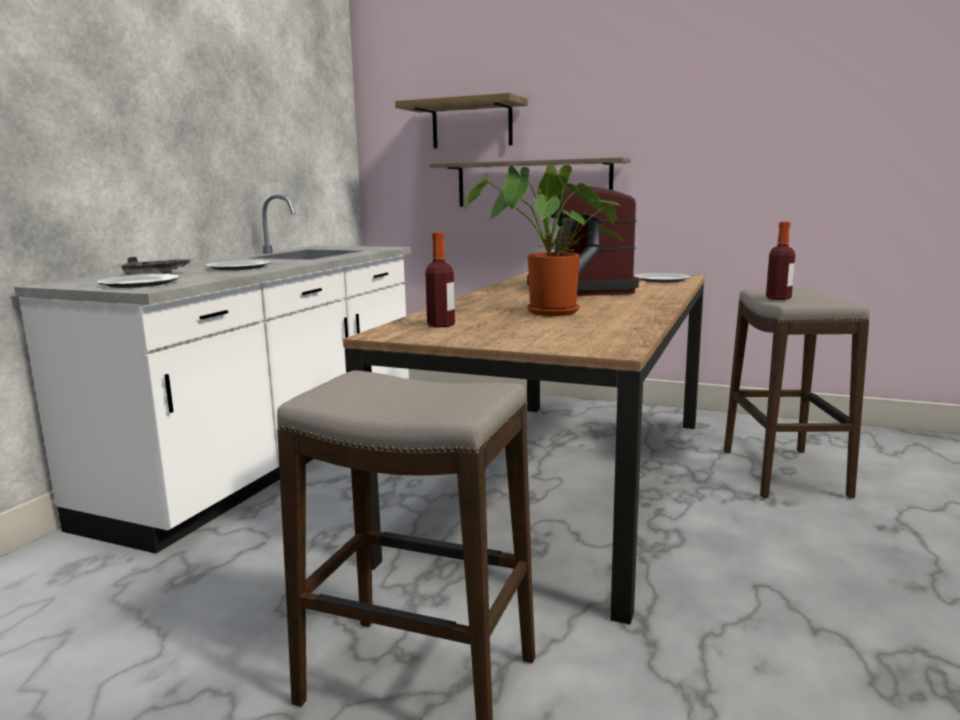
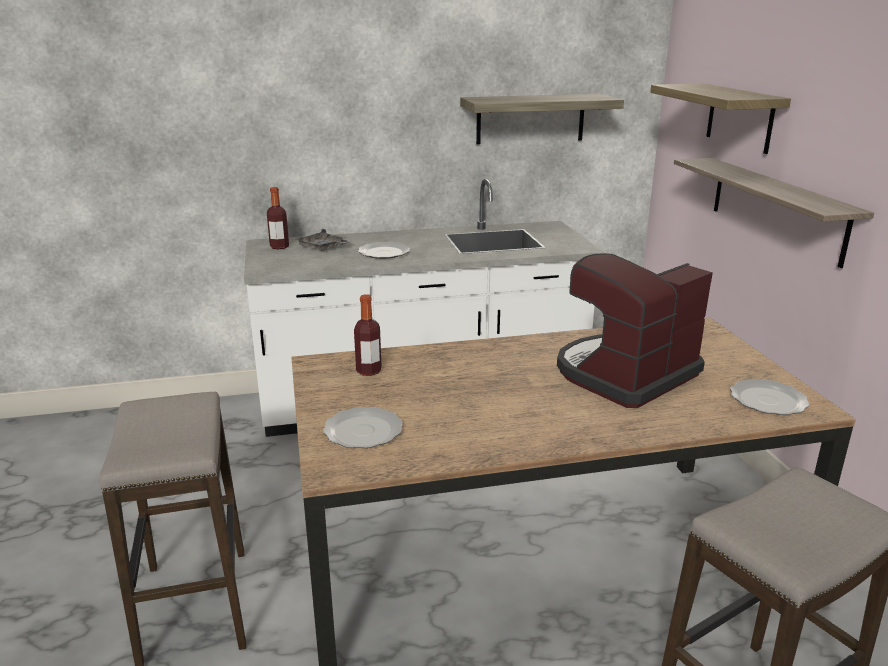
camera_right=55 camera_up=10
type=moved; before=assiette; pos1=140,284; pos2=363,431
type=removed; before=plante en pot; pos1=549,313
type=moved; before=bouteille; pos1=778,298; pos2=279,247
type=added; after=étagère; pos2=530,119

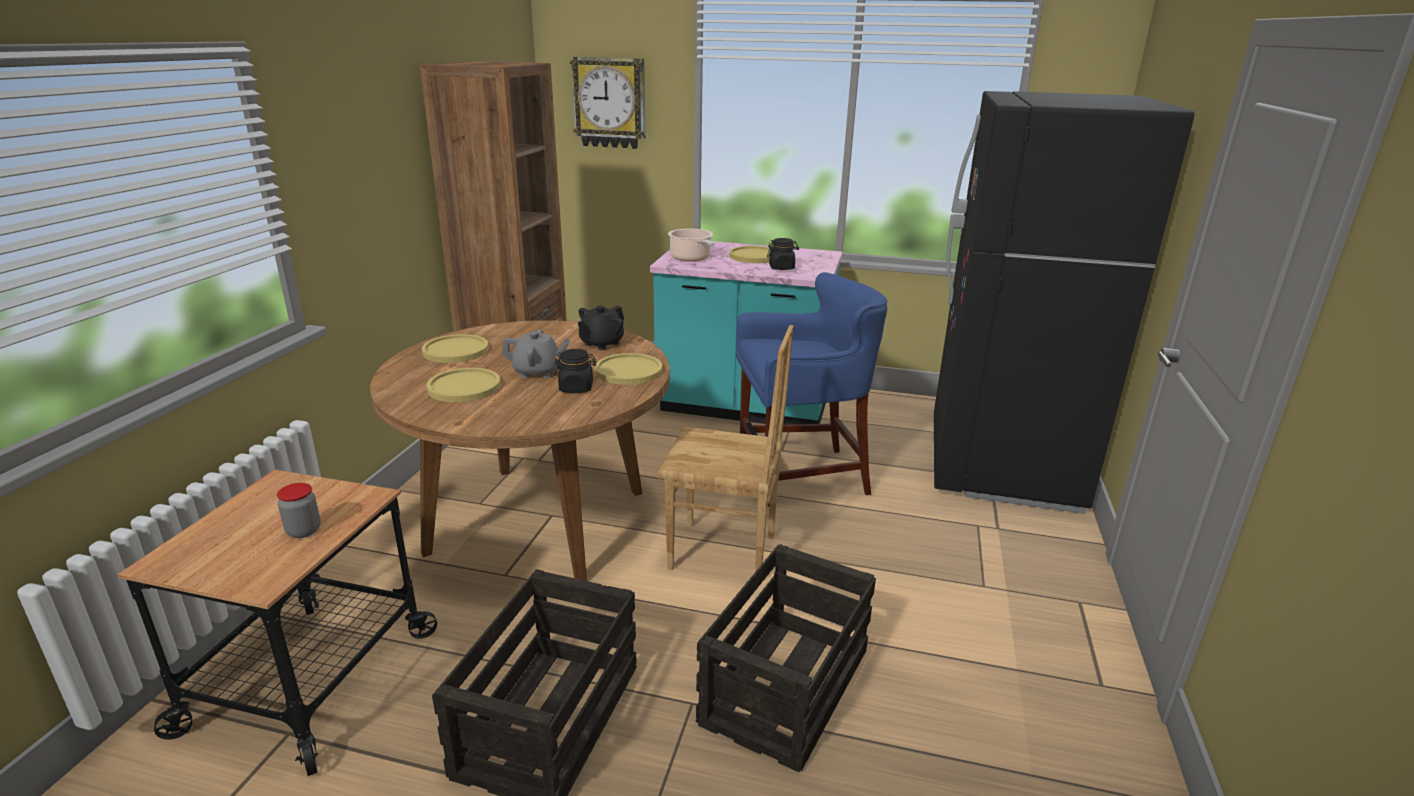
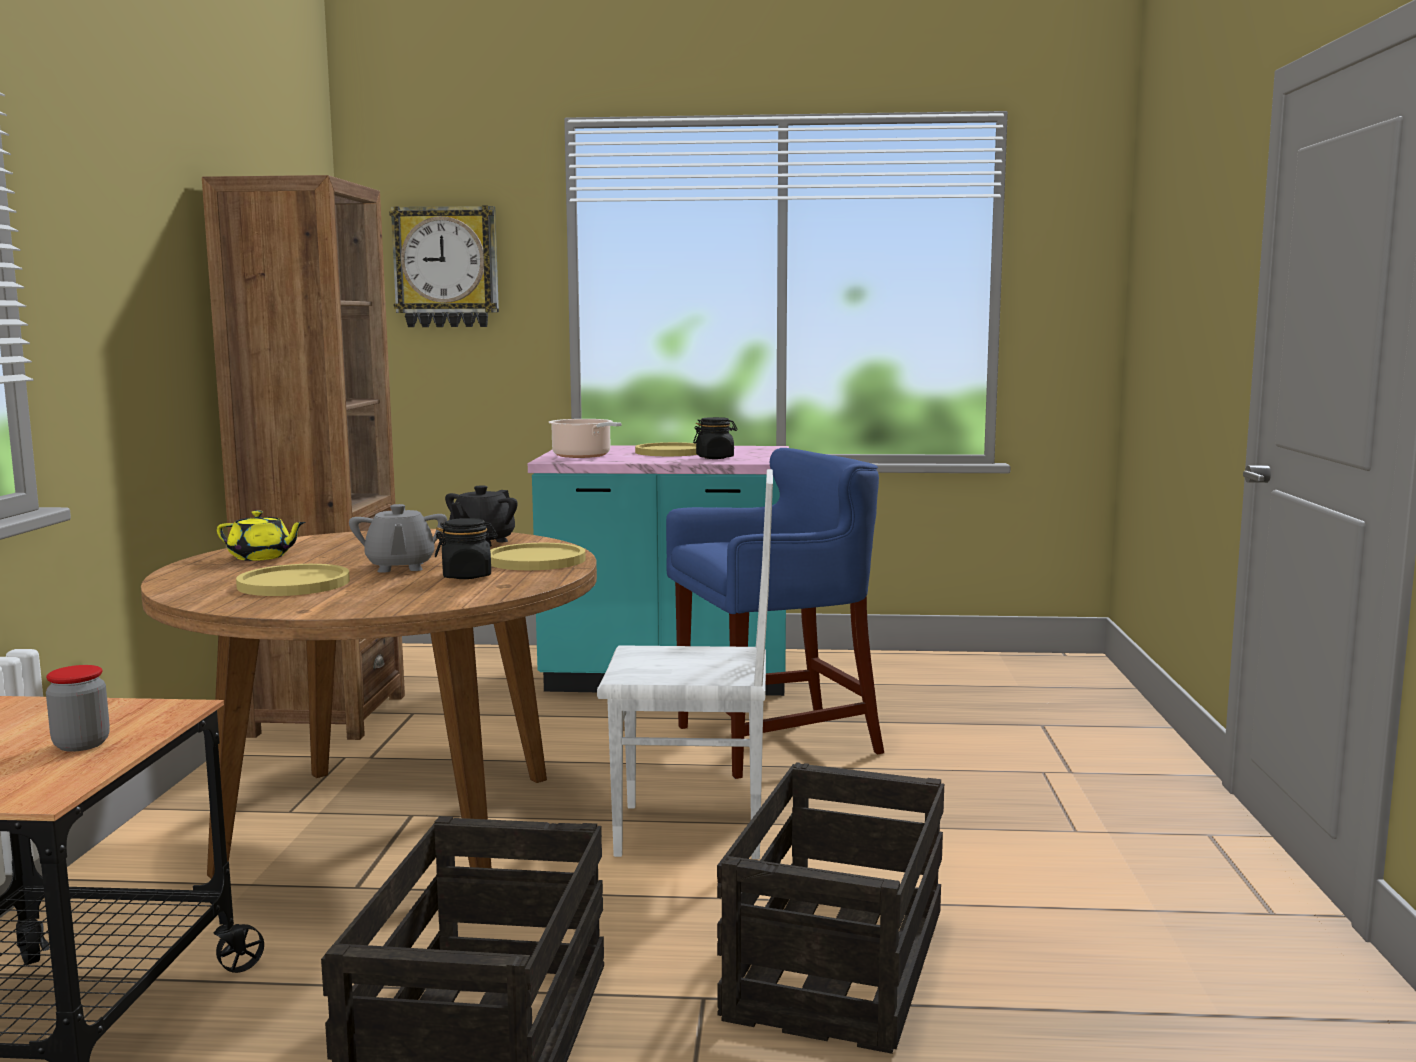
camera_right=-10 camera_up=-15
type=replaced; before=assiette [jaune]; after=théière [jaune]; pos1=455,350; pos2=261,557
type=turned; before=théière [gris]; pos1=537,372; pos2=400,567; turn=90
type=recoloured; before=chaise [marron]; after=chaise [blanc]; pos1=722,554; pos2=692,832
type=removed; before=réfrigérateur [noir]; pos1=1002,465

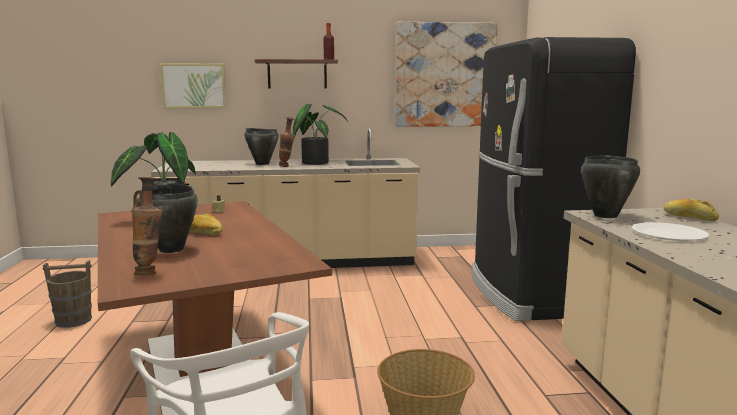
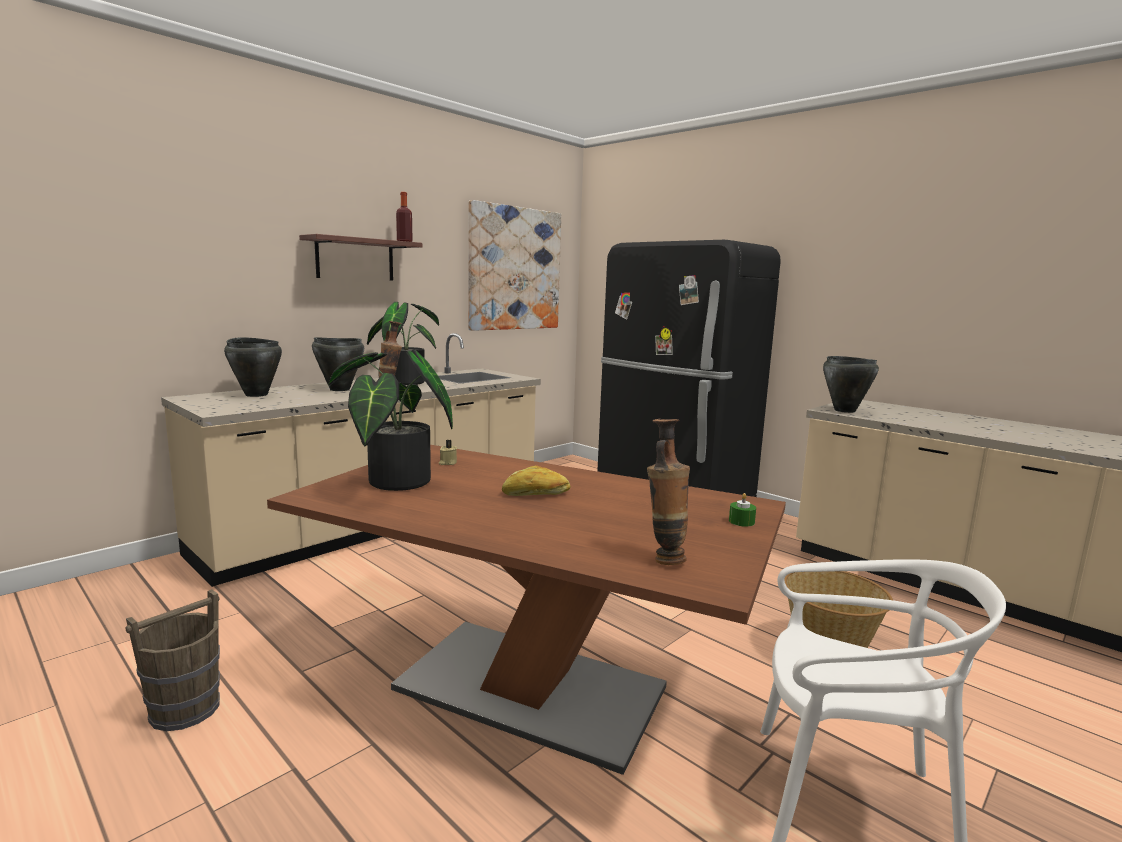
camera_right=-40 camera_up=0
type=moved; before=marmite [noir]; pos1=172,249; pos2=256,395
type=removed; before=tableau; pos1=194,86
type=removed; before=assiette [blanc]; pos1=668,234
type=removed; before=pain; pos1=689,218
type=added; after=bougie [vert]; pos2=741,521

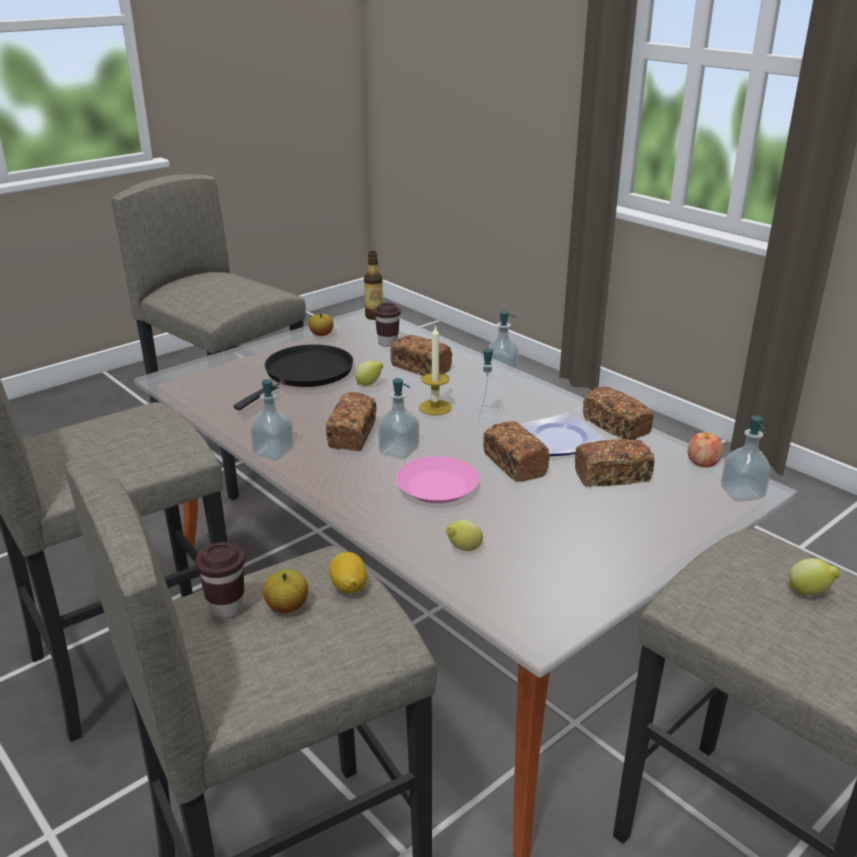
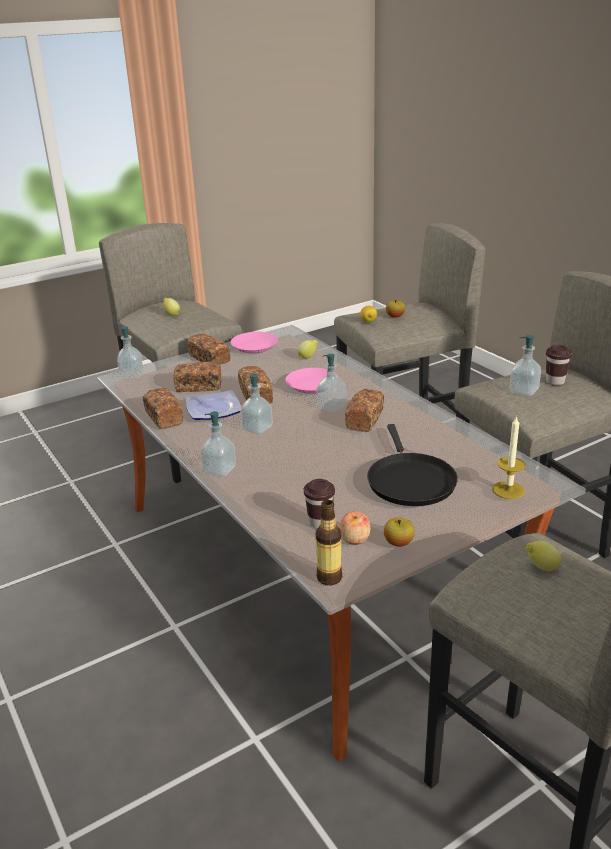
camera_right=-170 camera_up=0
type=moved; before=tasse [marron]; pos1=226,608; pos2=555,382
type=turned; before=poêle [noir]; pos1=305,374; pos2=409,481; turn=-45
type=moved; before=distributeur de savon; pos1=273,452; pos2=523,391
type=moved; before=citron; pos1=369,384; pos2=541,568
type=moved; before=pain; pos1=420,368; pos2=209,359
type=moved; before=bougie; pos1=435,407; pos2=508,490
type=moved; before=pomme; pos1=703,462; pos2=354,538
type=added; after=assiette [rose]; pos2=255,346

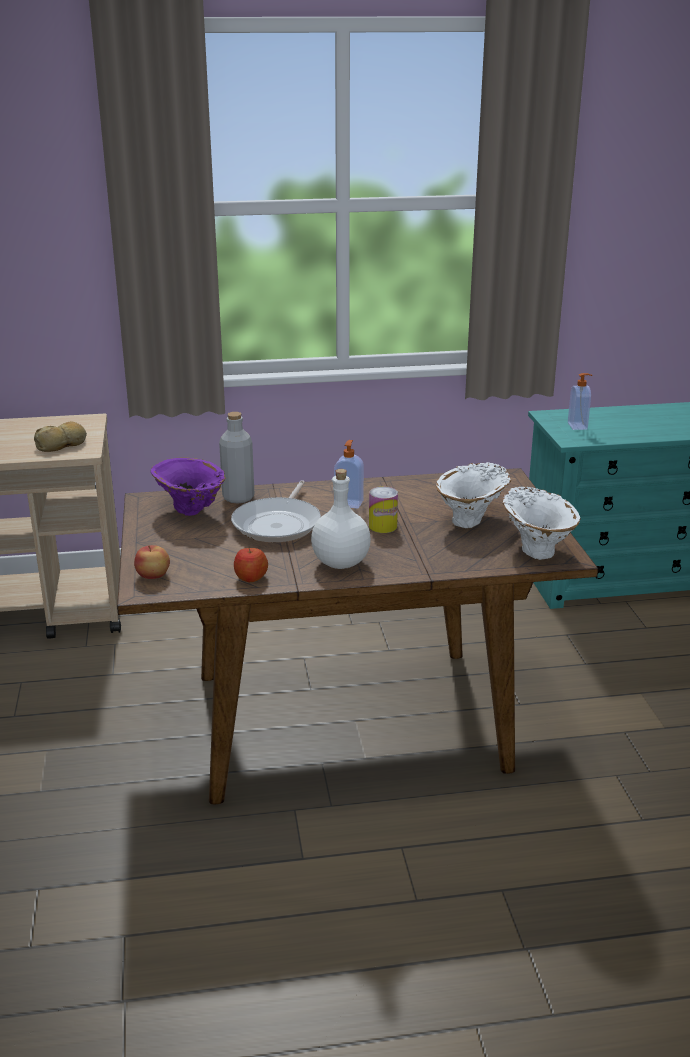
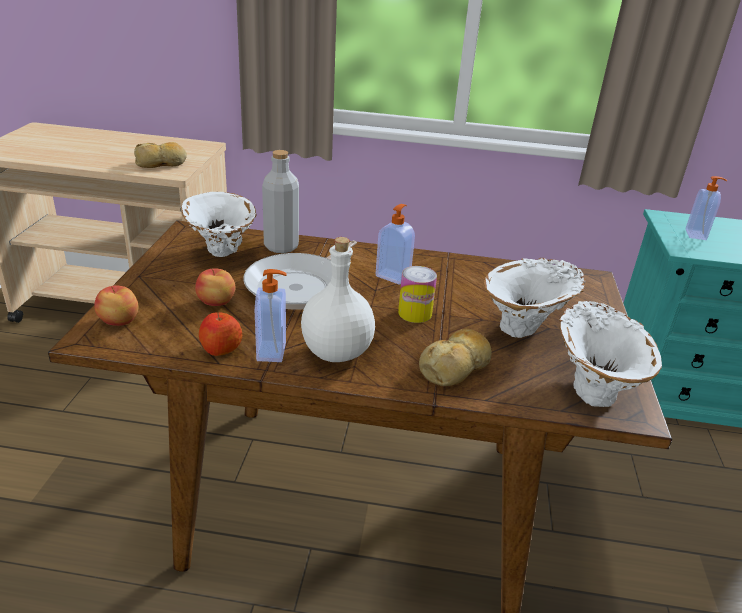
camera_right=15 camera_up=5
type=recoloured; before=vase [violet]; after=vase [blanc]; pos1=190,512; pos2=220,253
type=added; after=pomme; pos2=216,302
type=added; after=distributeur de savon; pos2=273,352
type=added; after=pain; pos2=456,367

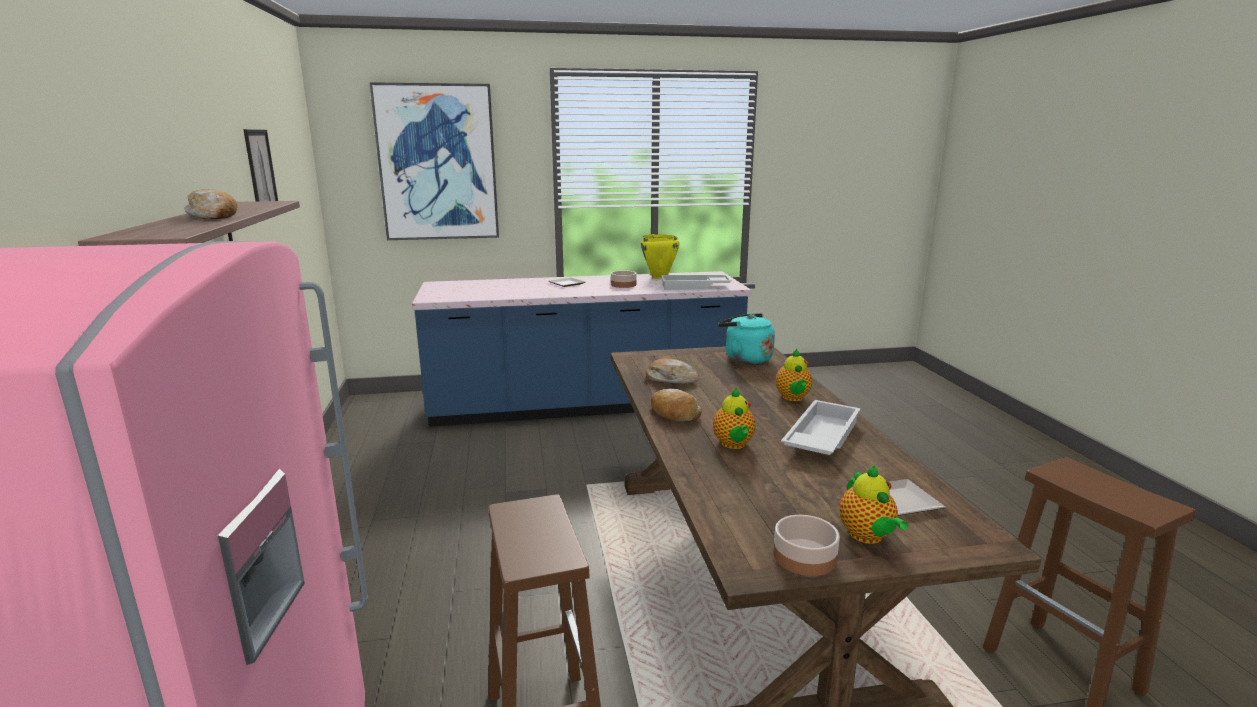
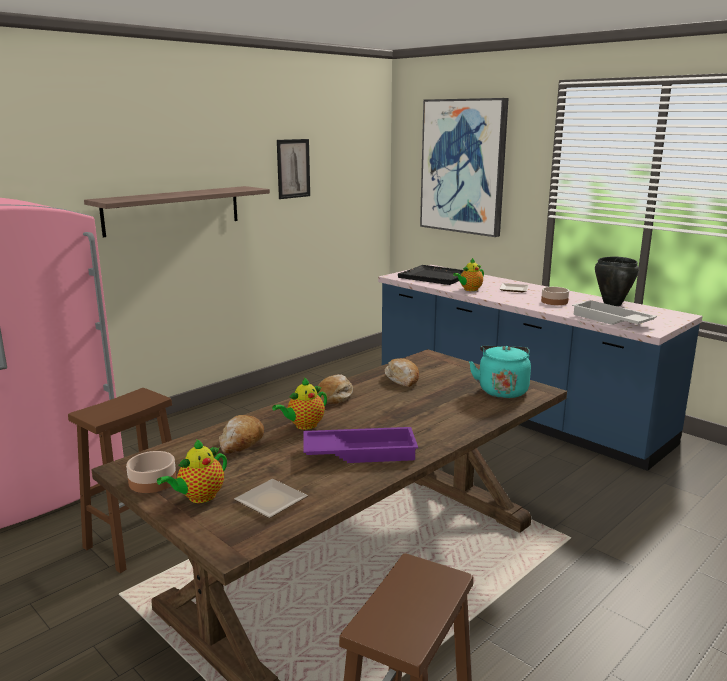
camera_right=55 camera_up=0
type=moved; before=pain; pos1=214,216; pos2=241,441
type=recoloured; before=marmite [jaune]; after=marmite [noir]; pos1=659,277; pos2=612,304
type=moved; before=théière; pos1=793,398; pos2=469,289
type=recoloured; before=plateau [blanc]; after=plateau [violet]; pos1=820,437; pos2=360,451
type=added; after=plateau [noir]; pos2=435,276

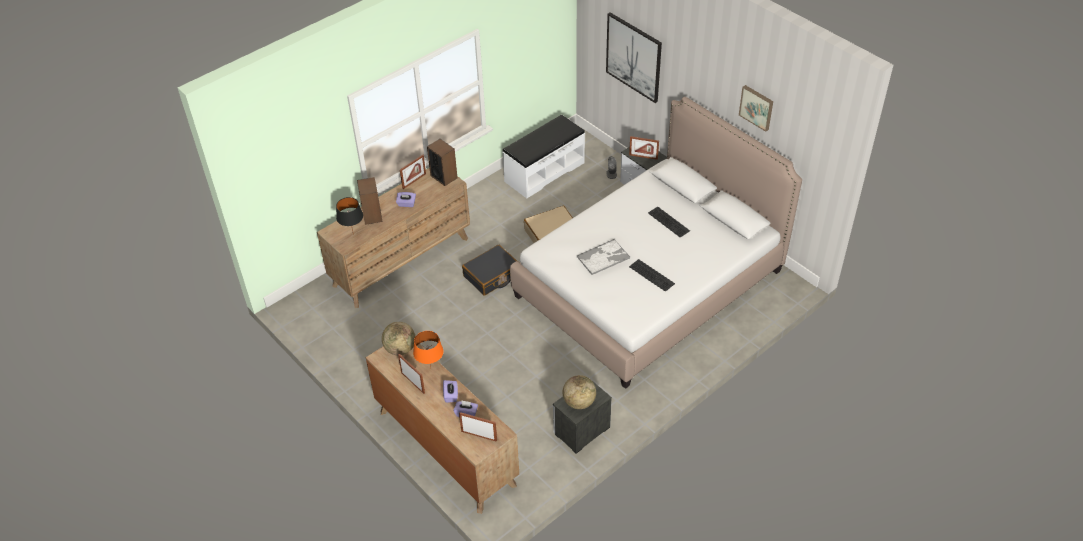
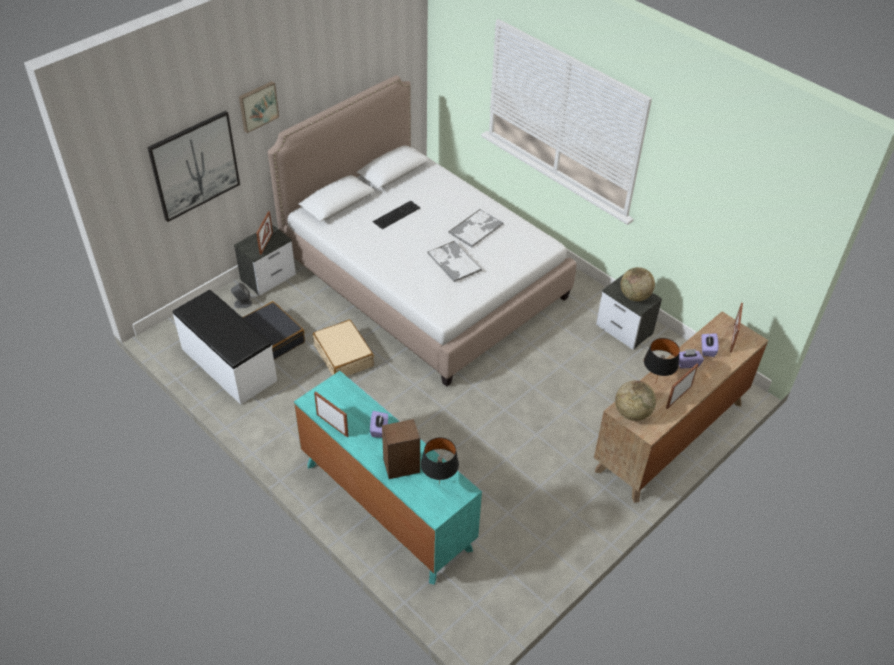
camera_right=-95 camera_up=0
type=recoloured; before=commode [marron]; after=commode [turquoise]; pos1=401,261; pos2=386,506
type=recoloured; before=lampe de table [orange]; after=lampe de table [noir]; pos1=431,369; pos2=655,382
type=removed; before=enceinte; pos1=444,176
type=moved; before=valise [noir]; pos1=492,276; pos2=273,337
type=replaced; before=clavier; after=plateau; pos1=652,275; pos2=476,228
type=moved; before=tableau; pos1=757,107; pos2=258,106

